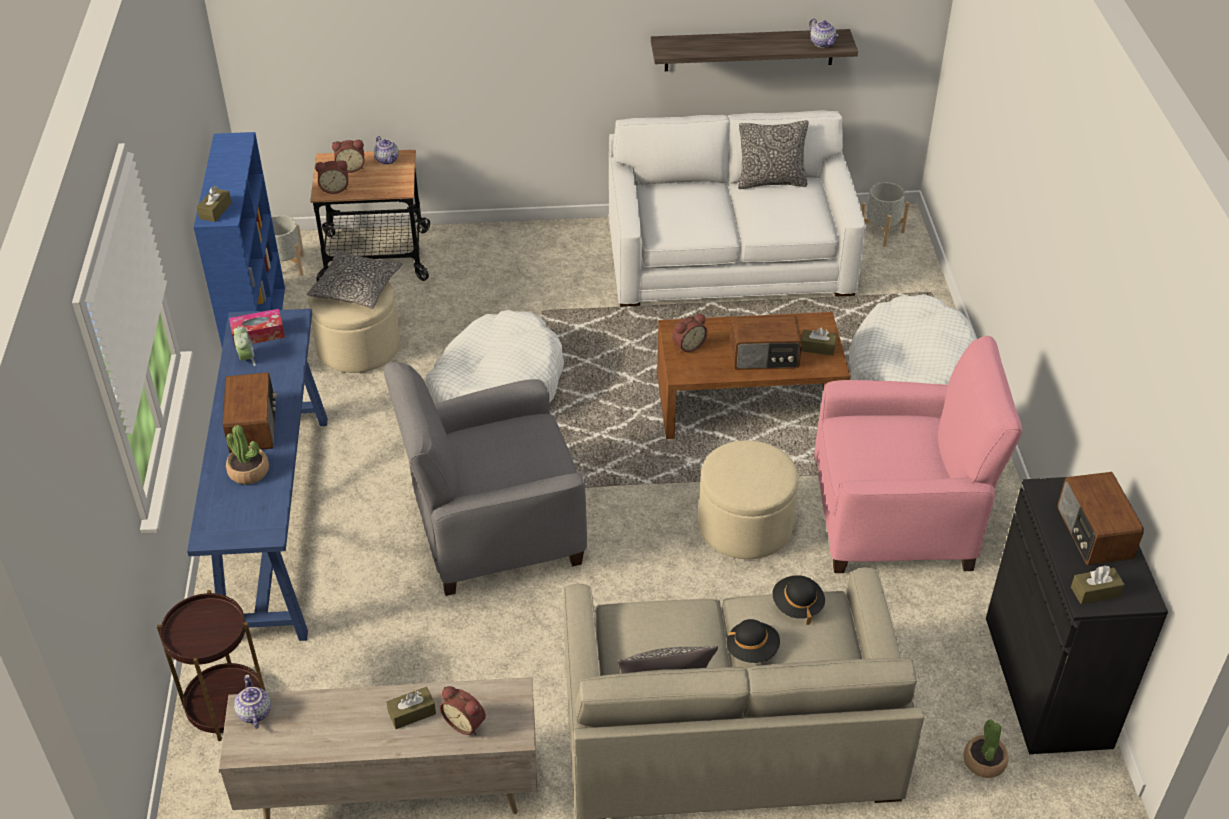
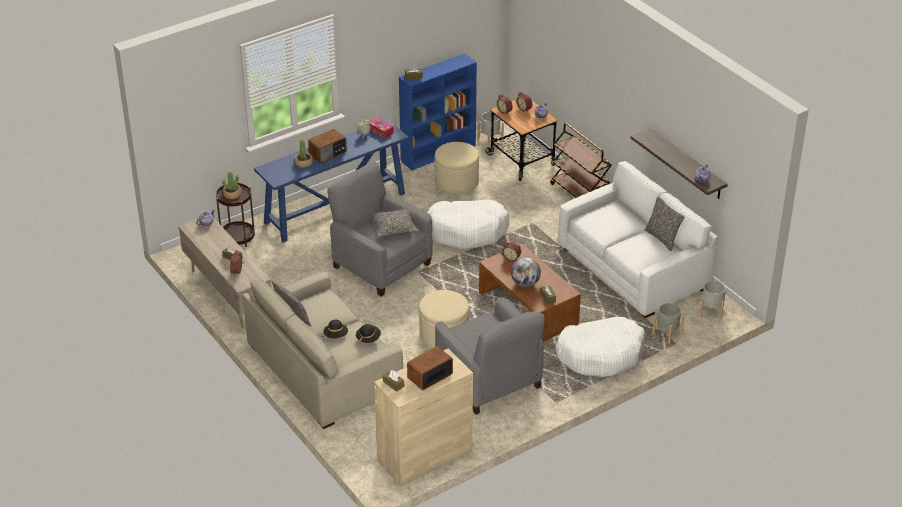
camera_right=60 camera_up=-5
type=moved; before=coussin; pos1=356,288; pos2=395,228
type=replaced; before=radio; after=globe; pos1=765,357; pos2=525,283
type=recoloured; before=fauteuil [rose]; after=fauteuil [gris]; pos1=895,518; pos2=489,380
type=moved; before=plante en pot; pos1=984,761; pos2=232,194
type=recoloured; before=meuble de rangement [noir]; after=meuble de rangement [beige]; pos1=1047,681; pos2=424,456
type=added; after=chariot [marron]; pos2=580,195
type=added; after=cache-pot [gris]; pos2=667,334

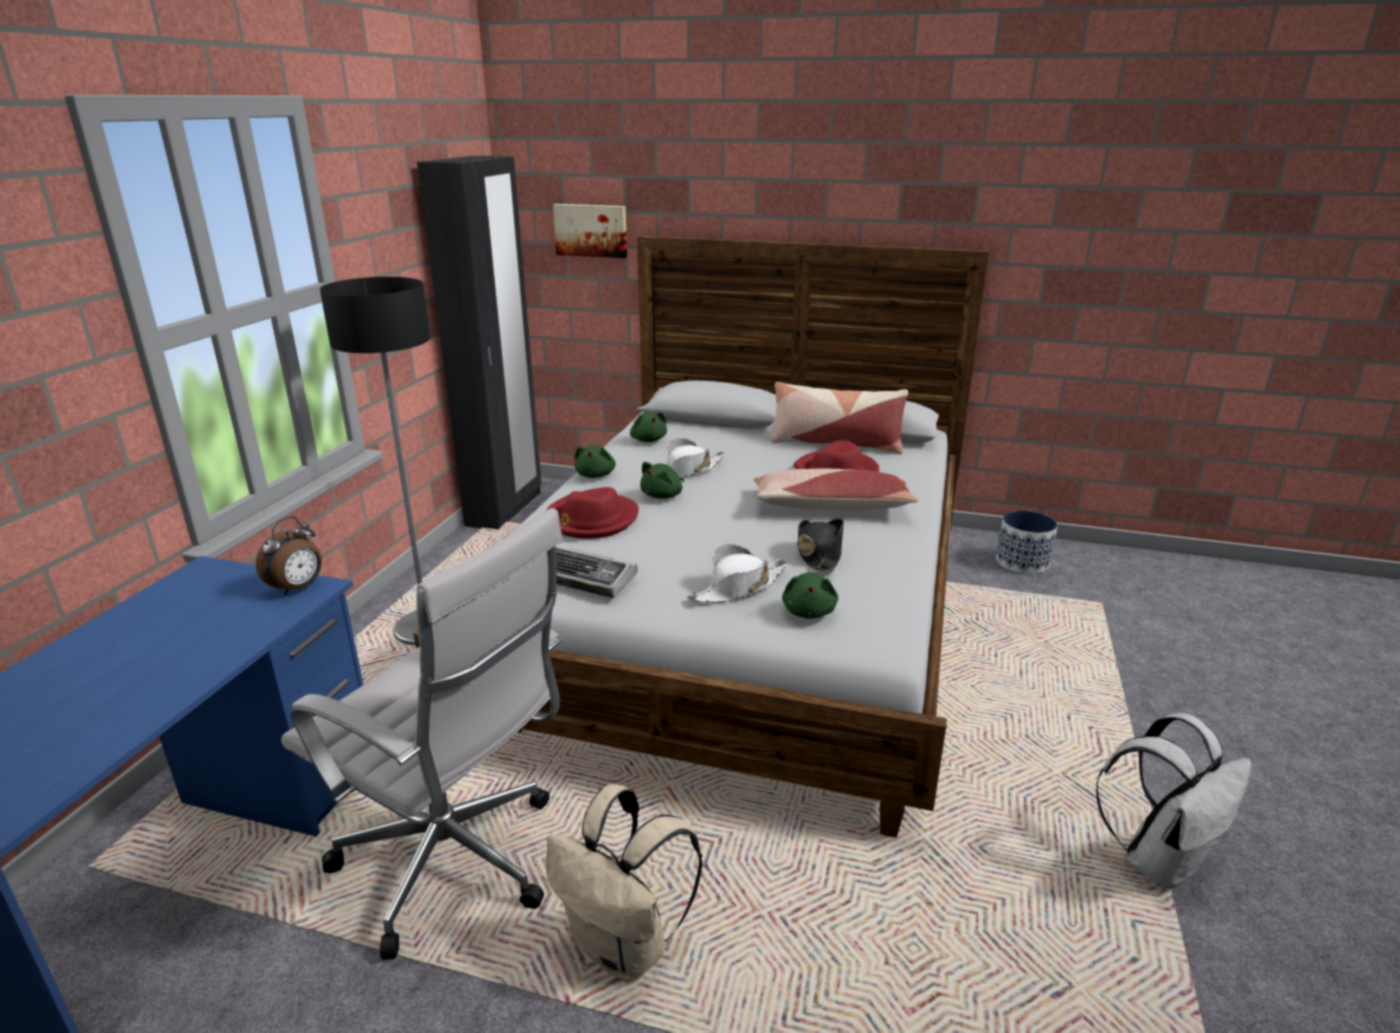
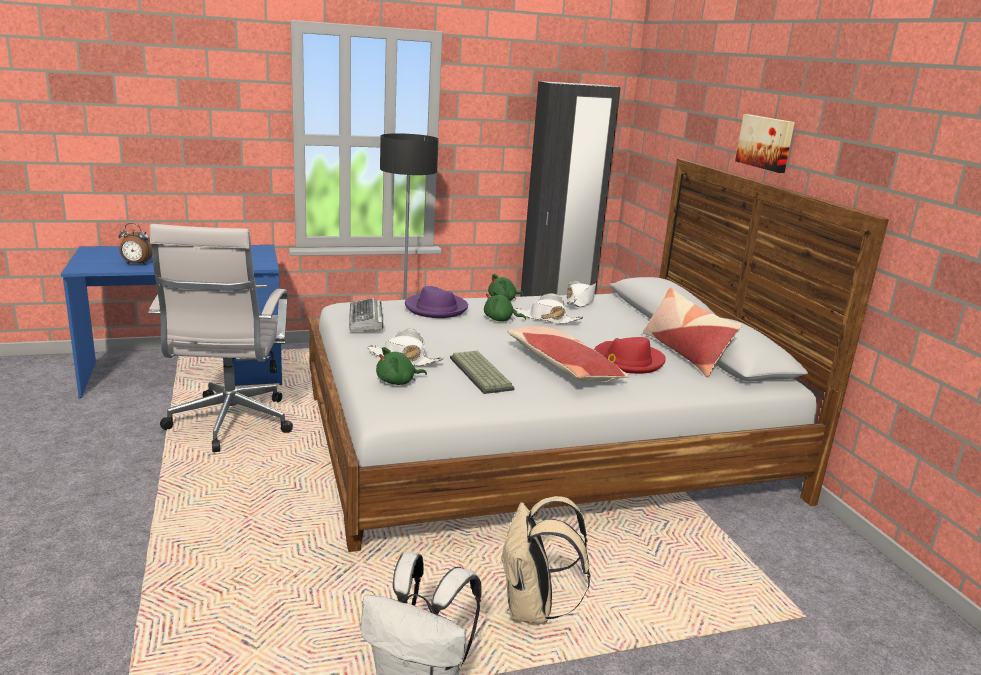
camera_right=55 camera_up=-5
type=moved; before=réveil; pos1=298,588; pos2=136,264
type=recoloured; before=chapeau [rouge]; after=chapeau [violet]; pos1=591,519; pos2=436,308
type=moved; before=sac à dos [beige]; pos1=625,946; pos2=533,610
type=moved; before=tableau; pos1=591,230; pos2=766,142
type=replaced; before=peluche [vert]; after=chapeau [blanc]; pos1=648,440; pos2=580,301
type=replaced; before=chapeau [noir]; after=clavier; pos1=819,553; pos2=482,373
type=removed; before=cache-pot; pos1=1022,562

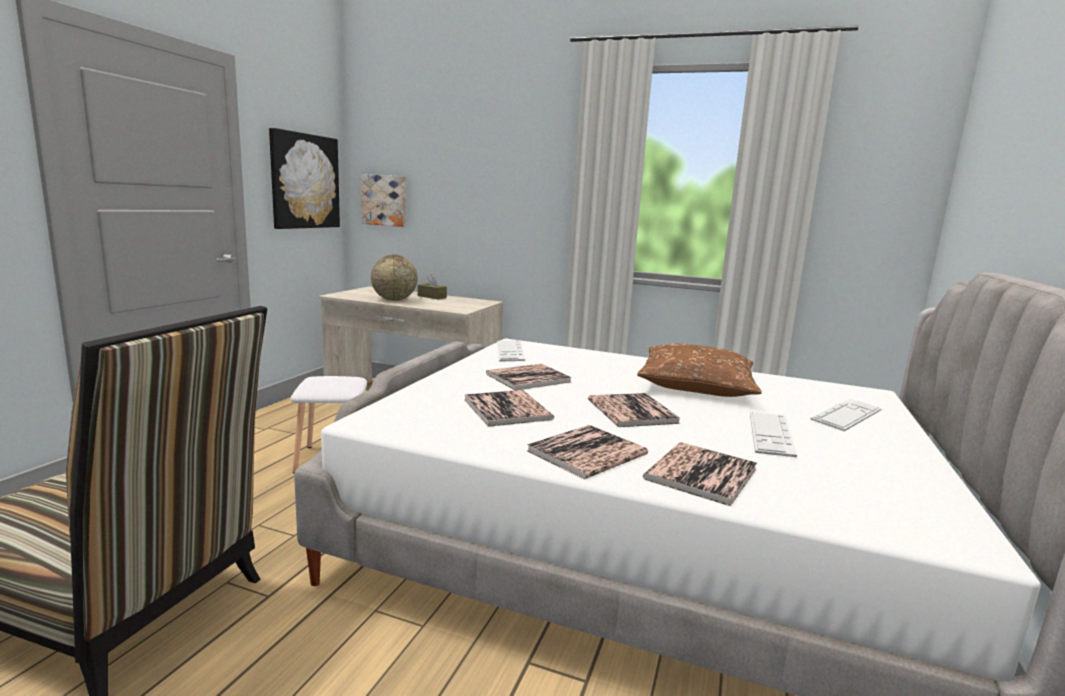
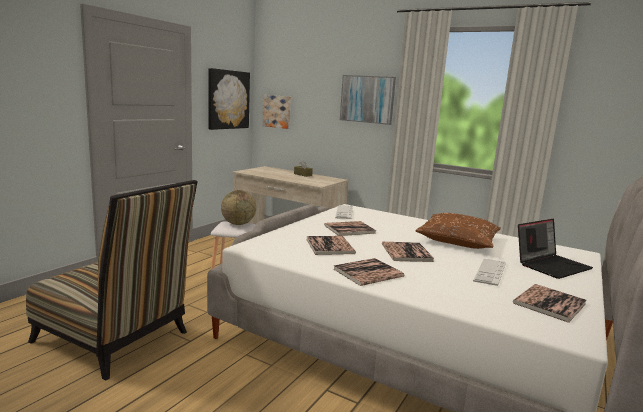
camera_right=10 camera_up=0
type=moved; before=globe; pos1=394,300; pos2=238,224
type=moved; before=livre; pos1=701,474; pos2=549,303
type=replaced; before=clavier; after=ordinateur portable; pos1=846,415; pos2=551,265
type=added; after=tableau; pos2=367,99

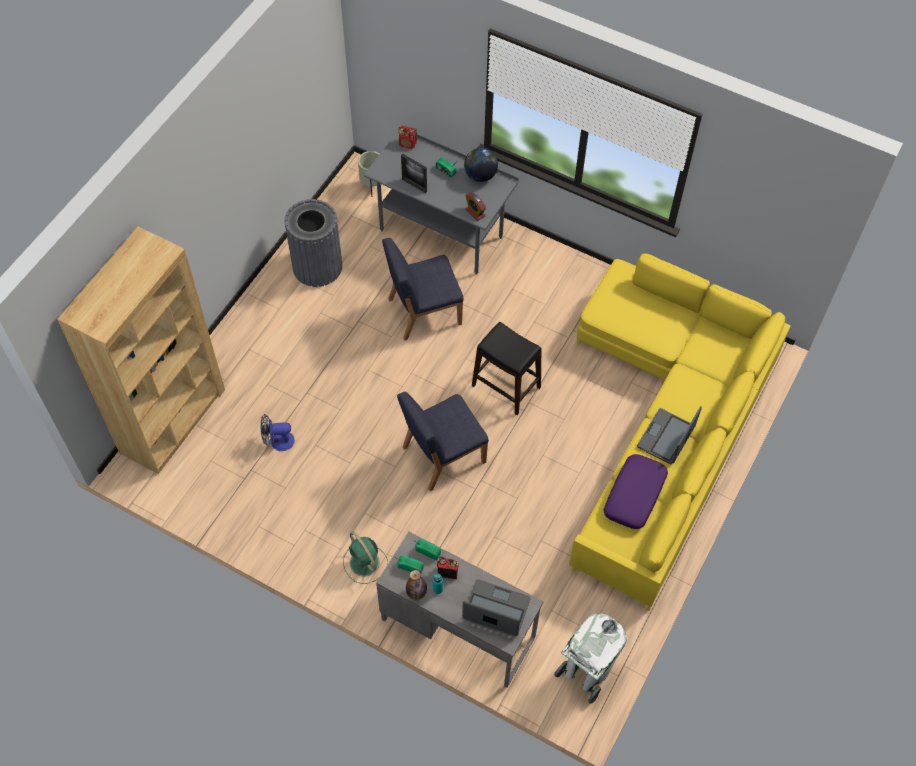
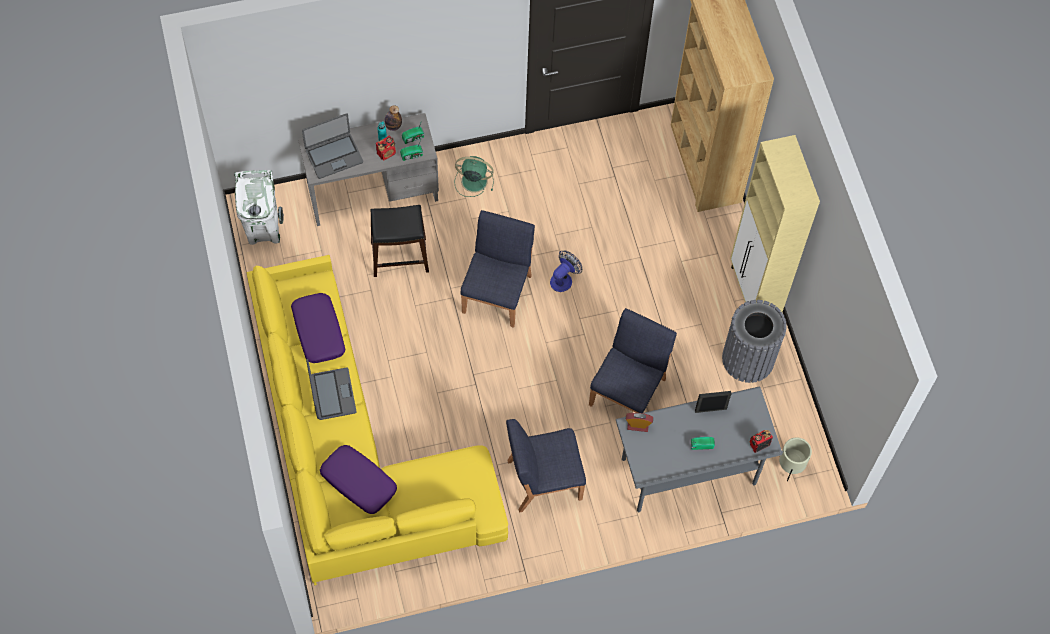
camera_right=135 camera_up=5
type=moved; before=ventilateur; pos1=278,441; pos2=563,279
type=removed; before=globe; pos1=480,176
type=moved; before=tabouret [noir]; pos1=506,386; pos2=400,257
type=added; after=coussin [violet]; pos2=358,482
type=added; after=chaise [bleu]; pos2=543,479
type=added; after=meuble de rangement [beige]; pos2=754,293

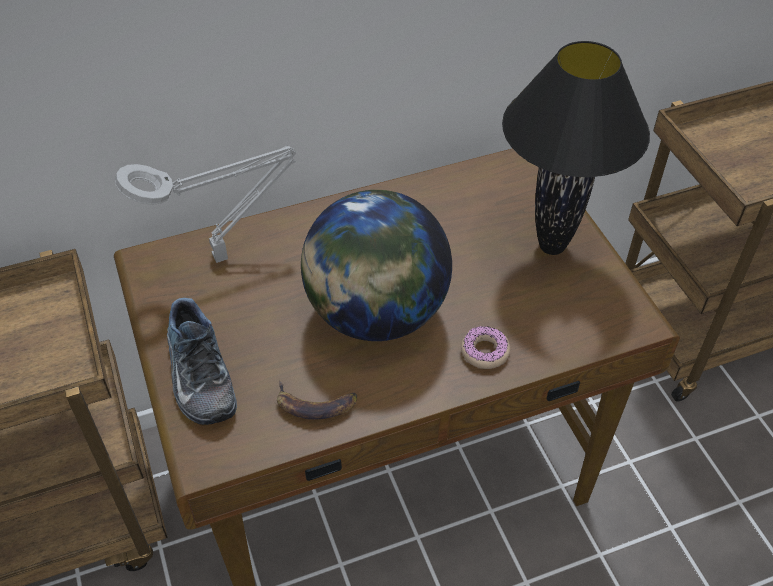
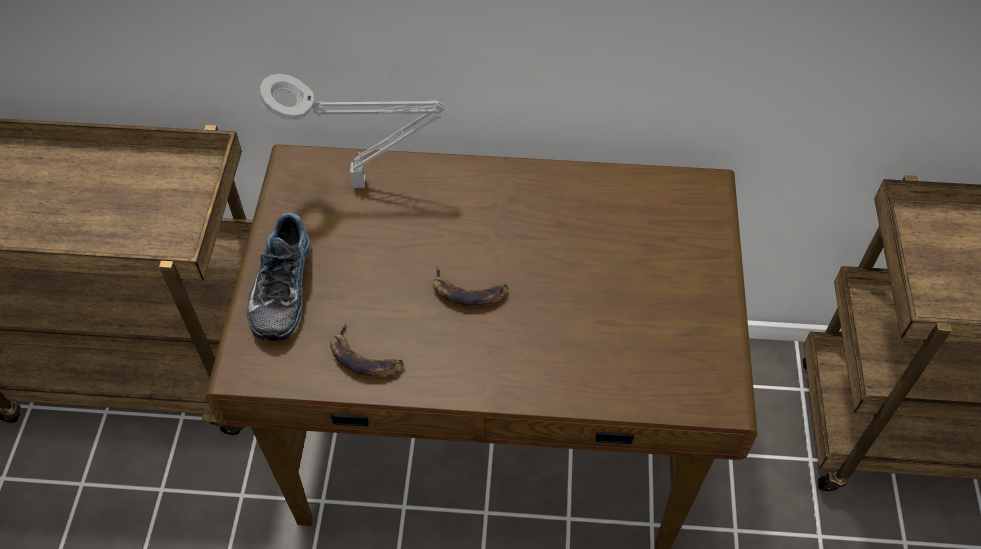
camera_right=25 camera_up=5
type=replaced; before=globe; after=banane; pos1=376,314; pos2=468,292
type=removed; before=beignet; pos1=485,351
type=removed; before=lampe de table [noir]; pos1=553,247

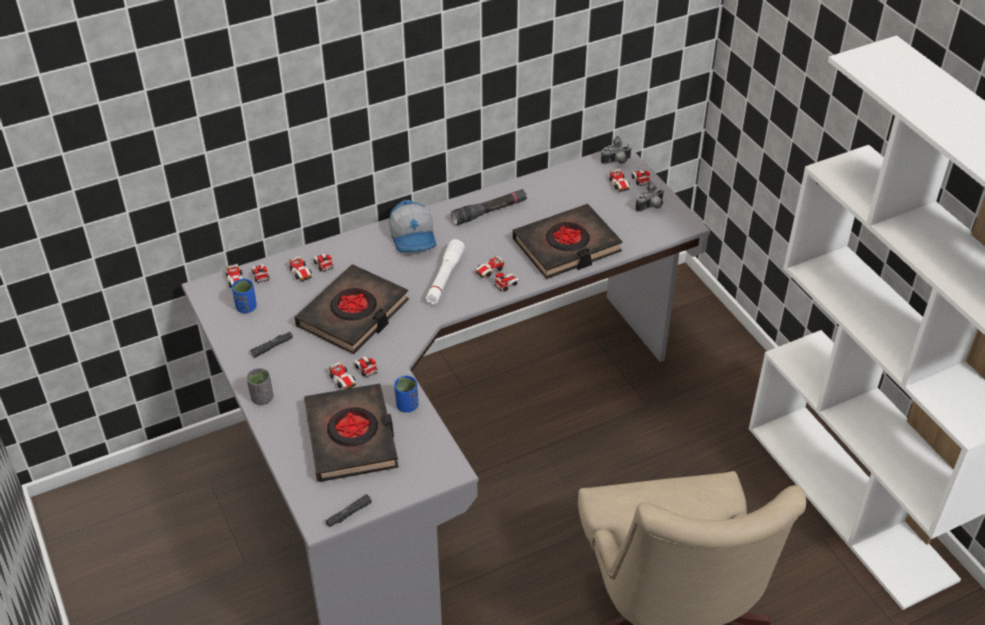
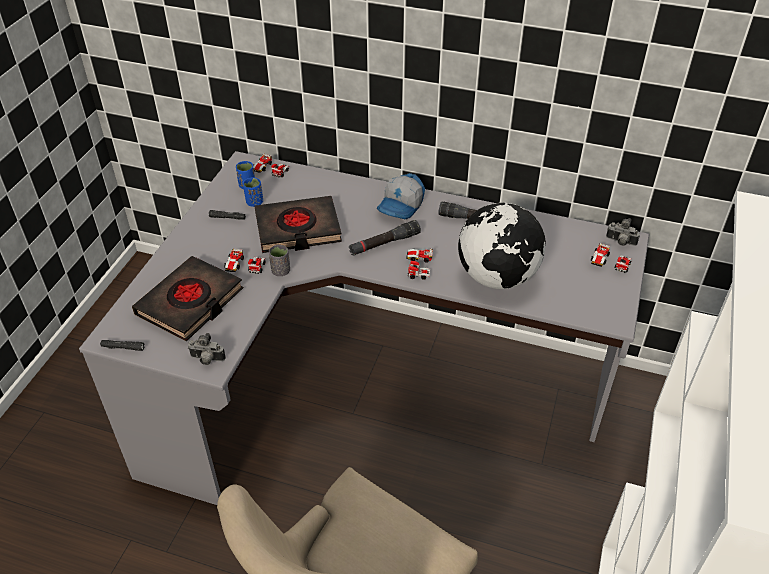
camera_right=45 camera_up=0
type=moved; before=tasse [gris]; pos1=262,398; pos2=281,271
type=removed; before=petite voiture; pos1=312,270
type=moved; before=tasse [bleu]; pos1=407,405; pos2=254,202
type=recoloured; before=lampe de poche [blanc]; after=lampe de poche [noir]; pos1=444,278; pos2=384,243
type=replaced; before=livre [noir]; after=globe; pos1=567,247; pos2=497,277
type=moved; before=appareil photo; pos1=651,207; pos2=207,360

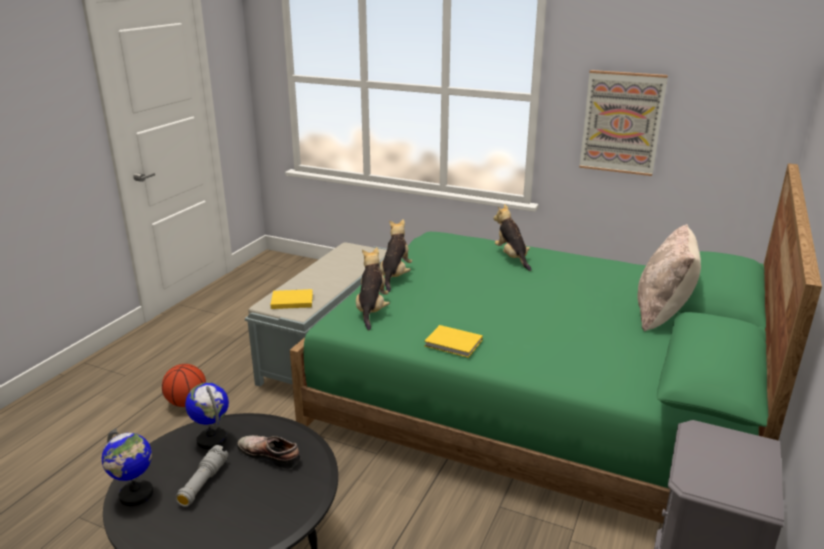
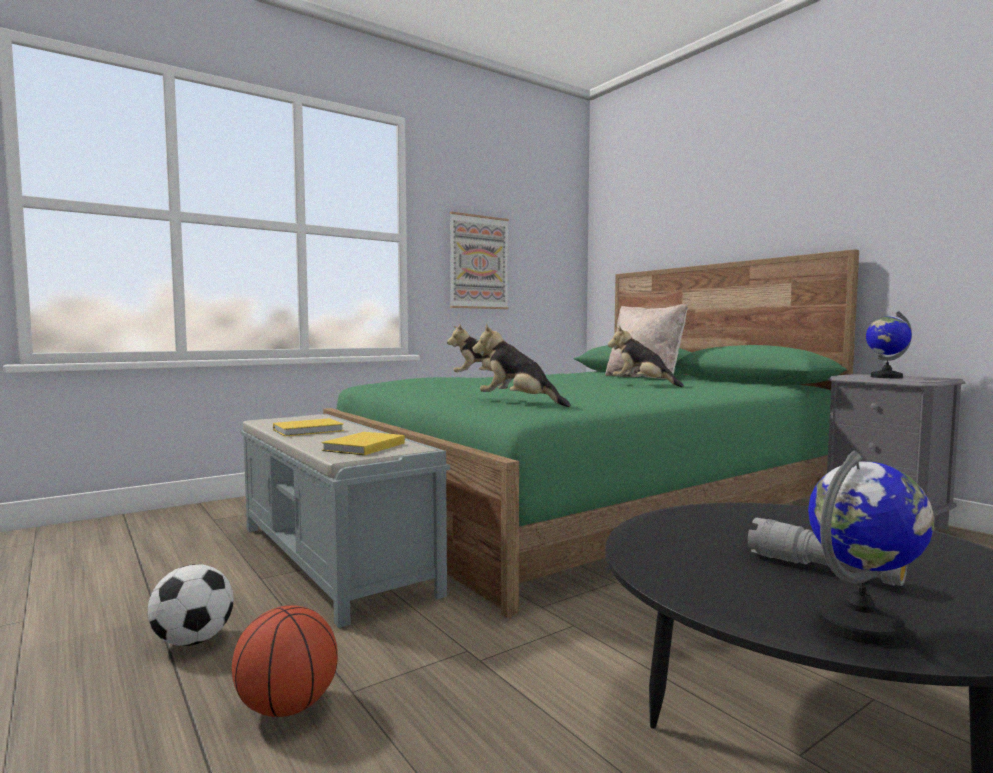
camera_right=-60 camera_up=-20
type=moved; before=globe; pos1=212,439; pos2=886,377
type=removed; before=chaussure; pos1=271,454
type=moved; before=peluche; pos1=395,276; pos2=643,385
type=moved; before=livre [jaune]; pos1=454,344; pos2=310,430
type=added; after=ballon de foot; pos2=193,640

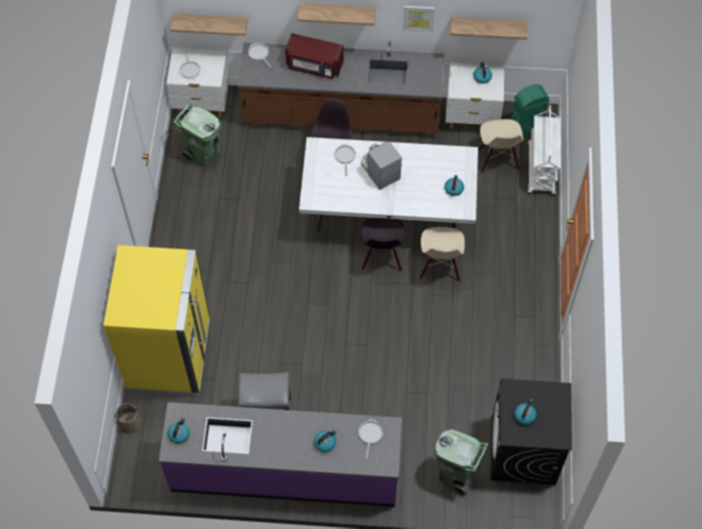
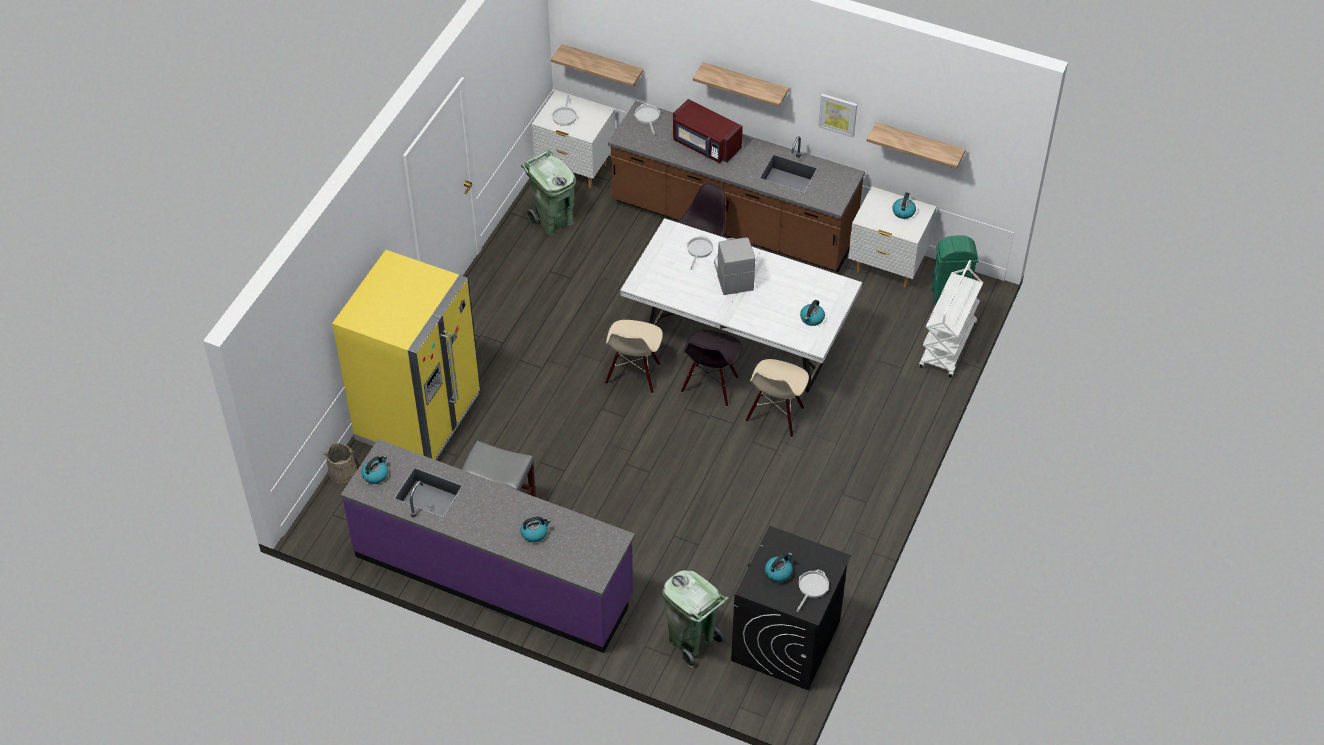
camera_right=20 camera_up=-10
type=moved; before=poêle; pos1=370,435; pos2=812,587
type=moved; before=chaise [beige]; pos1=498,159; pos2=633,374

